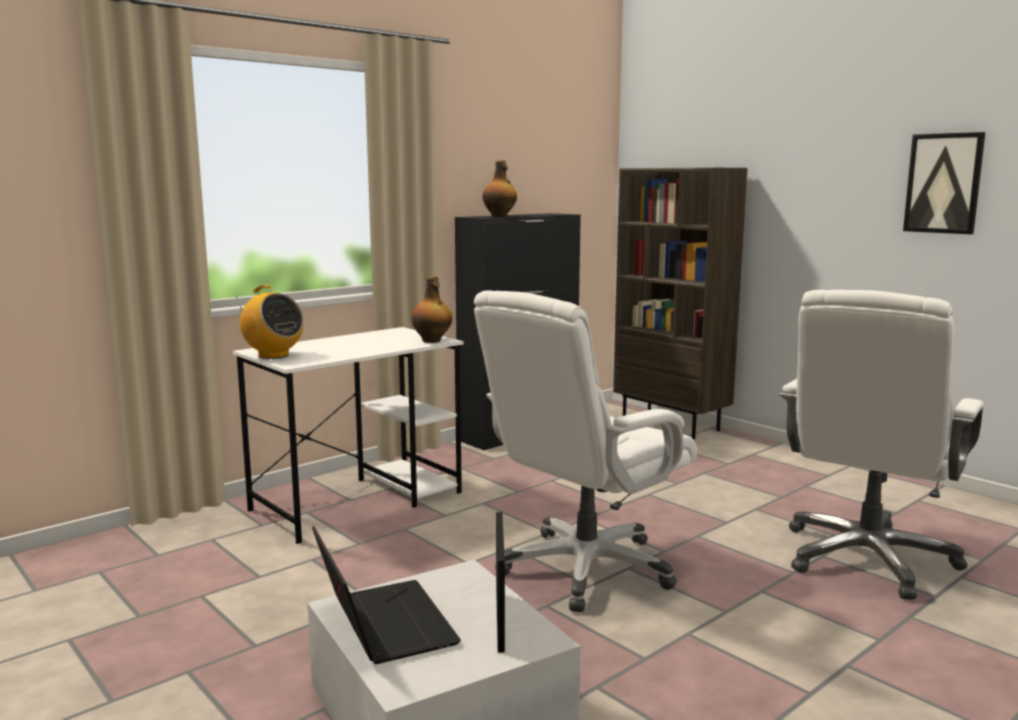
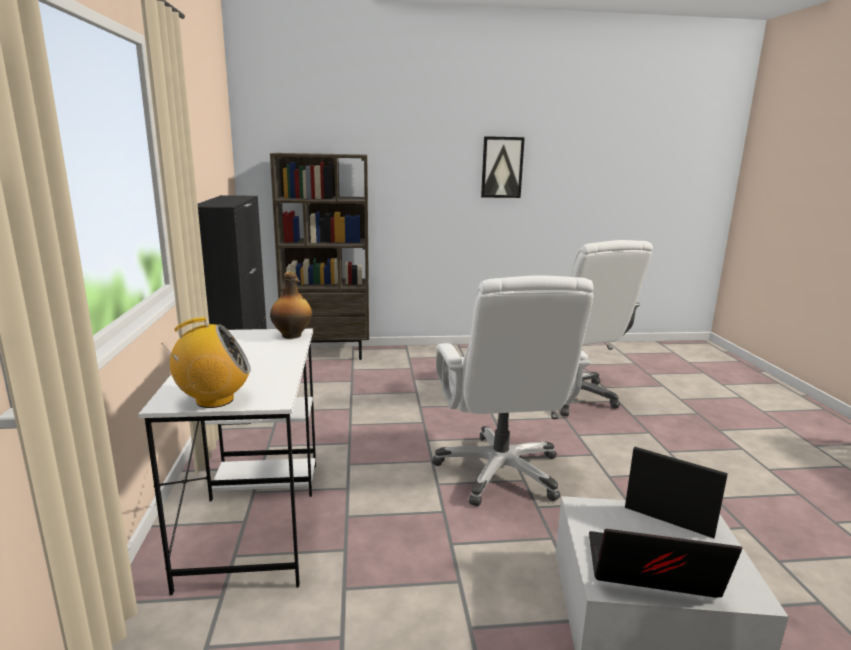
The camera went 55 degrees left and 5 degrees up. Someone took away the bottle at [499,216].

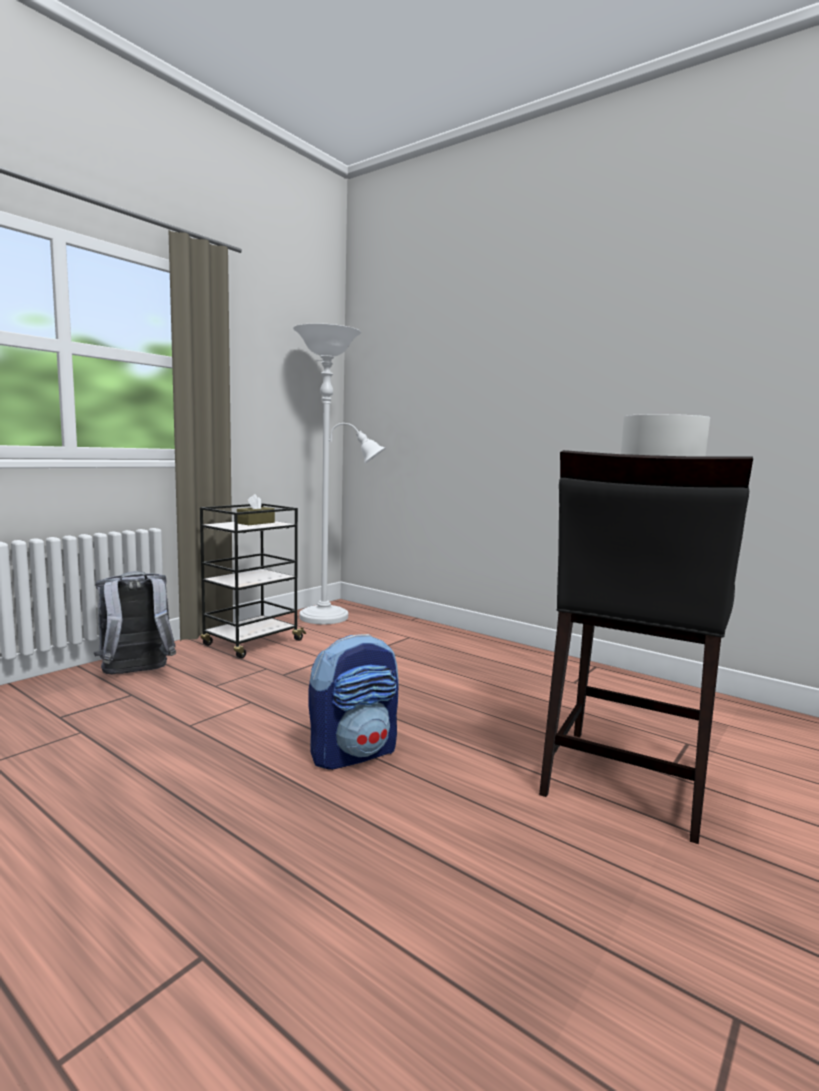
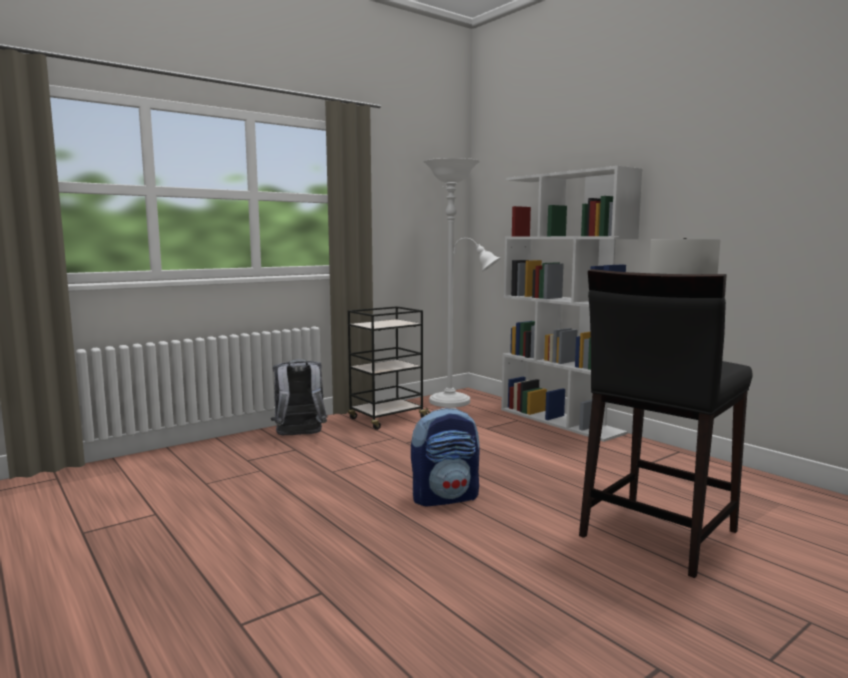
The camera went 15 degrees right and 0 degrees up. Someone took away the brown tissue box at [256,523]. Someone put down the white bookcase at [561,421].

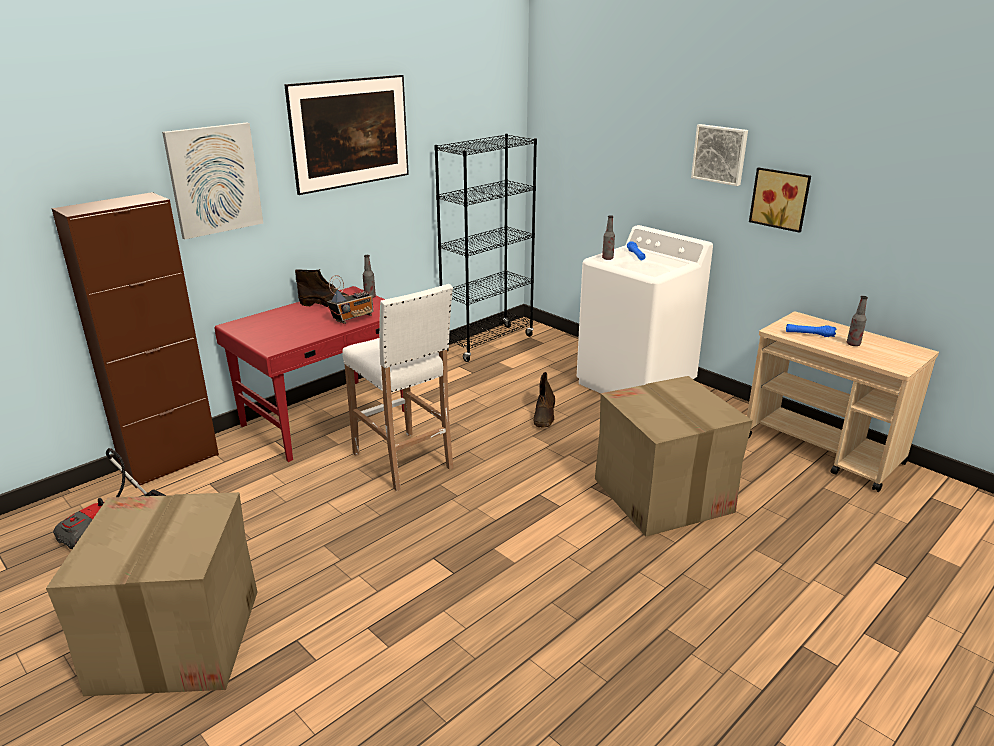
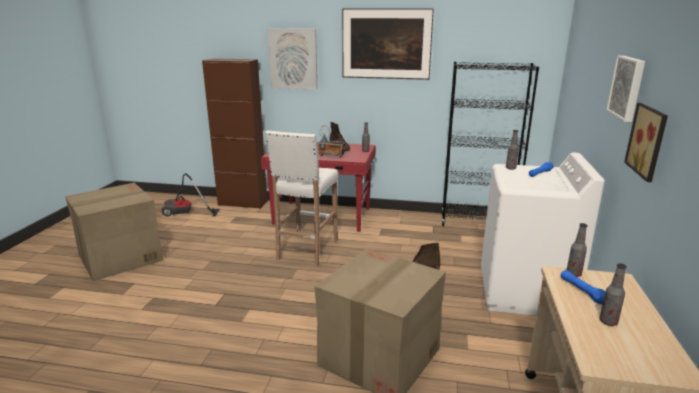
The camera went 55 degrees right and 5 degrees down. Someone put down the bottle at [573,274].

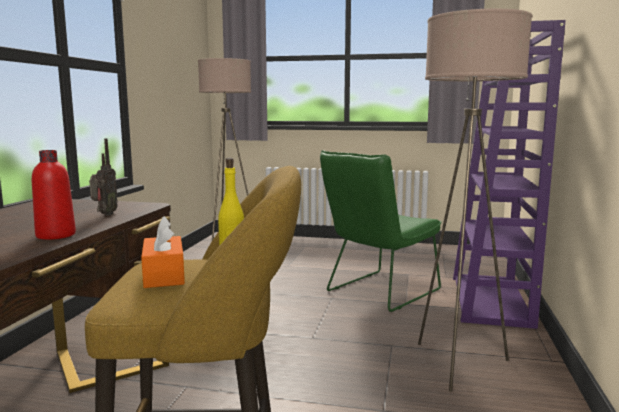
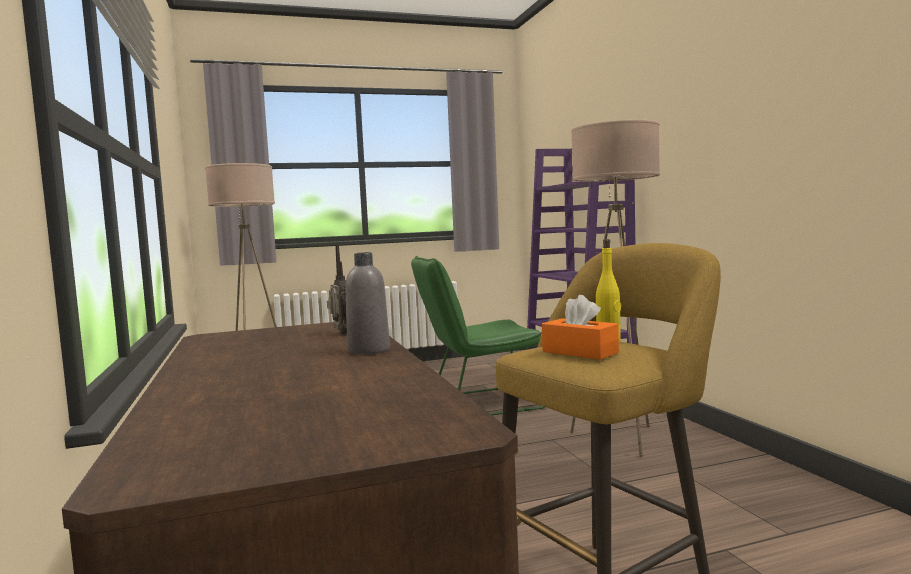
The camera went 30 degrees left and 5 degrees down. Someone repainted the red bottle at [56,235], which became the grey bottle at [369,350]. Someone rotated the green chair at [378,292] by 60 degrees clockwise.

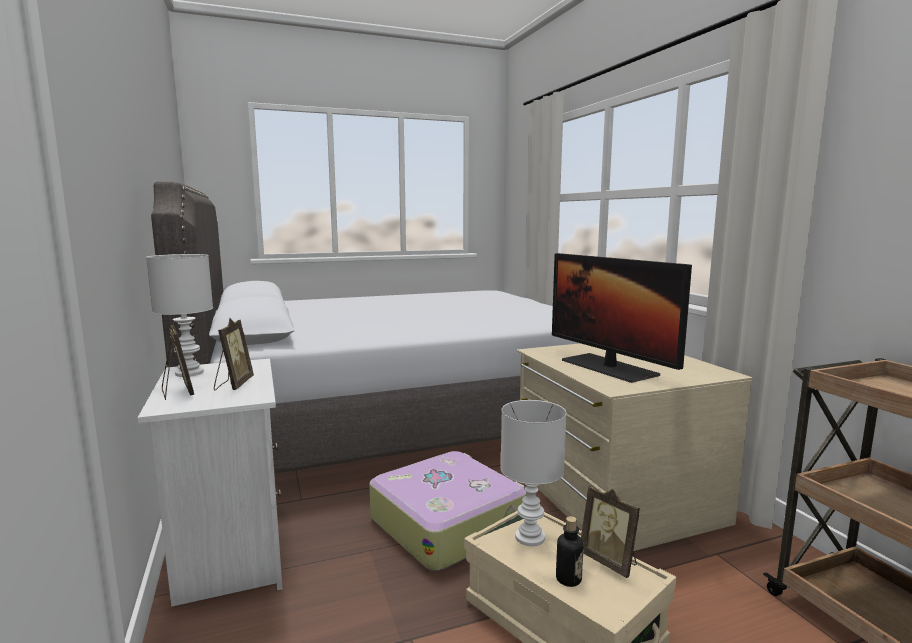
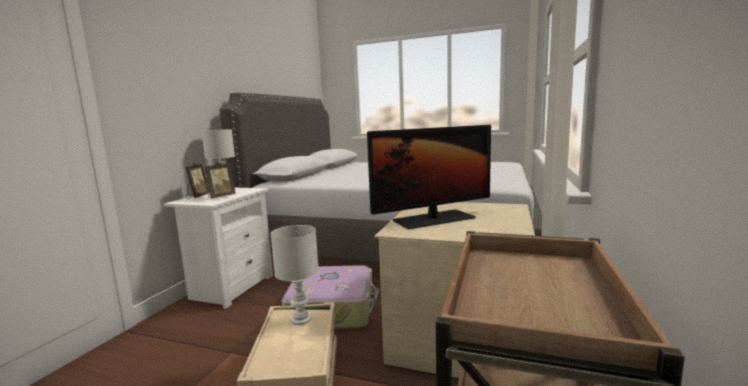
The camera went 40 degrees right and 0 degrees up. Someone rotated the monitor at [608,367] by 120 degrees counterclockwise. Someone took away the bottle at [568,579]. Someone took away the picture frame at [610,561].

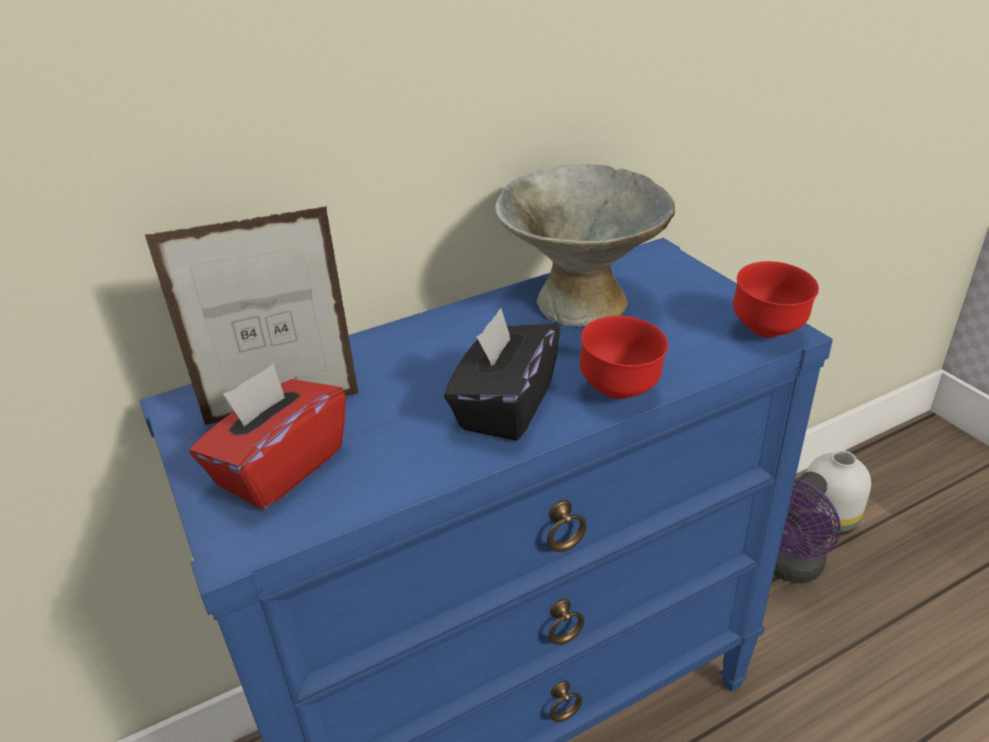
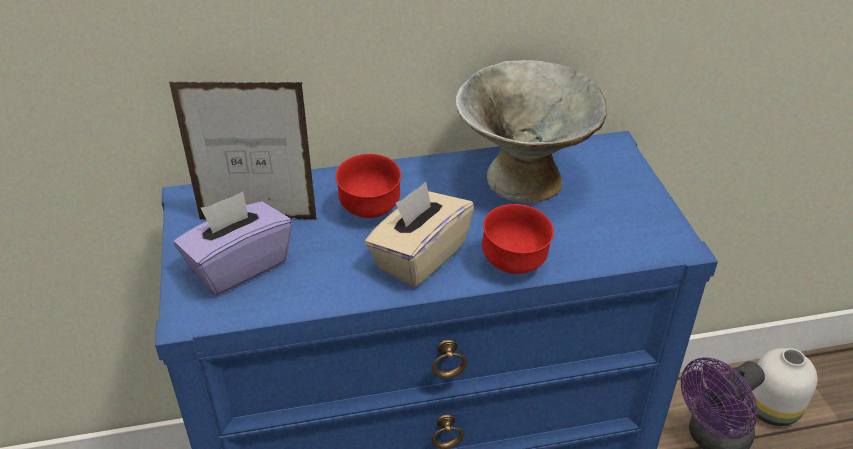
The camera went 15 degrees right and 5 degrees up. Someone repainted the red tissue box at [280,467], which became the purple tissue box at [238,266]. Someone repainted the black tissue box at [505,406], which became the beige tissue box at [419,257]. Someone carried the red bowl from [768,332] to [370,212].

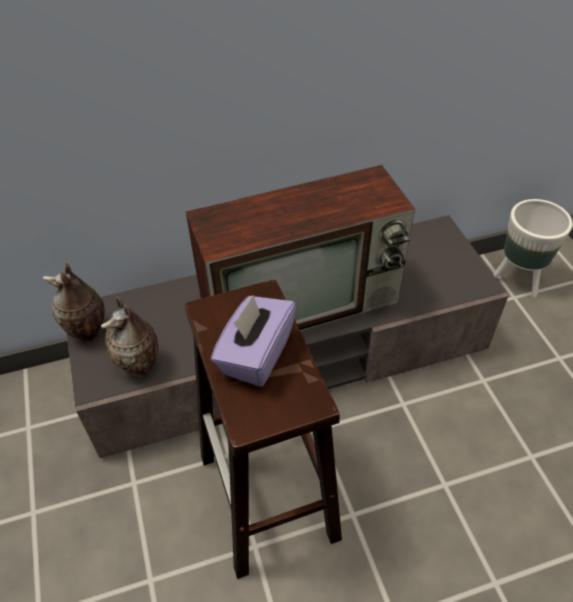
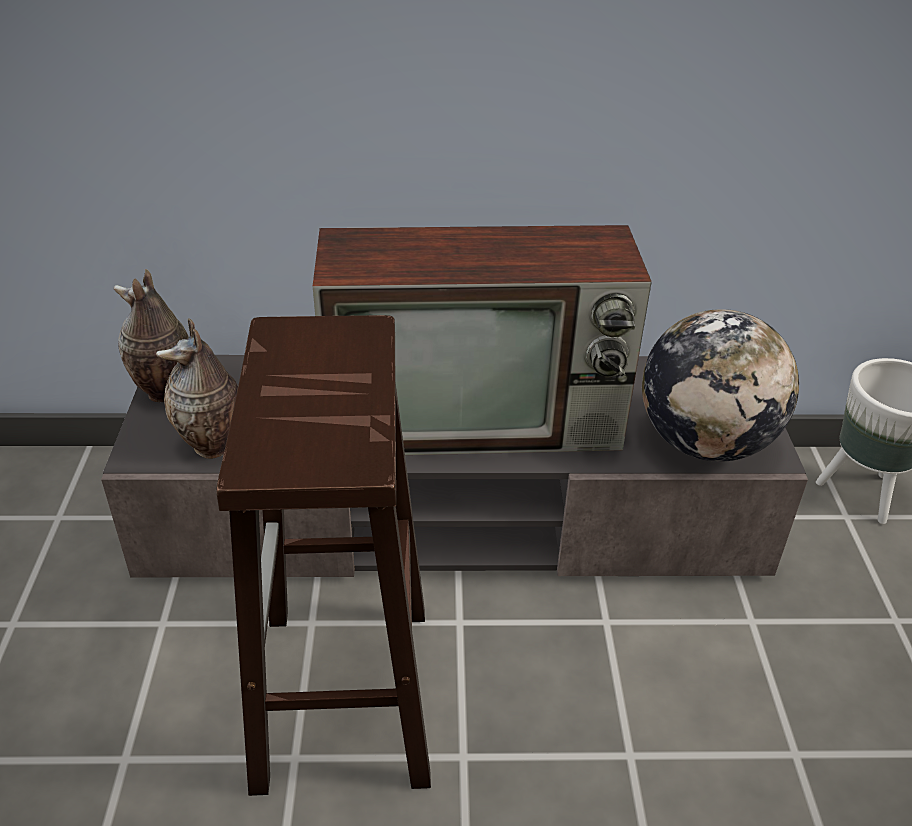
The camera went 15 degrees right and 10 degrees down. Someone took away the purple tissue box at [255,355]. Someone put down the globe at [705,443].

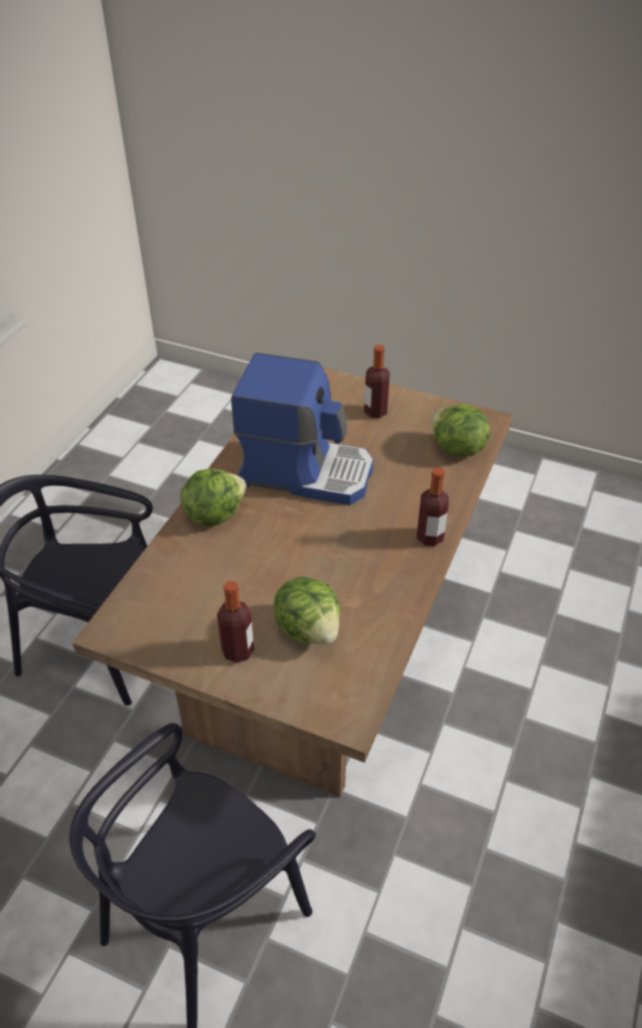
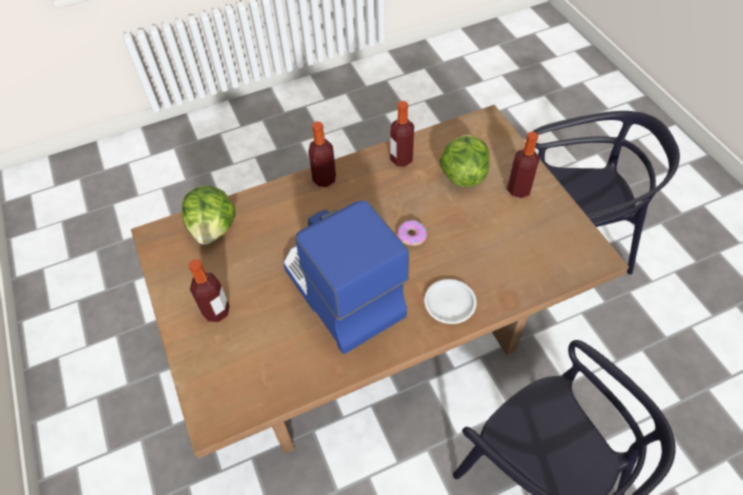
The camera went 135 degrees left and 10 degrees up. Someone swapped the lettuce at [213,514] for the white plate at [450,303]. Someone put down the bottle at [401,159]. Someone put down the donut at [411,236].

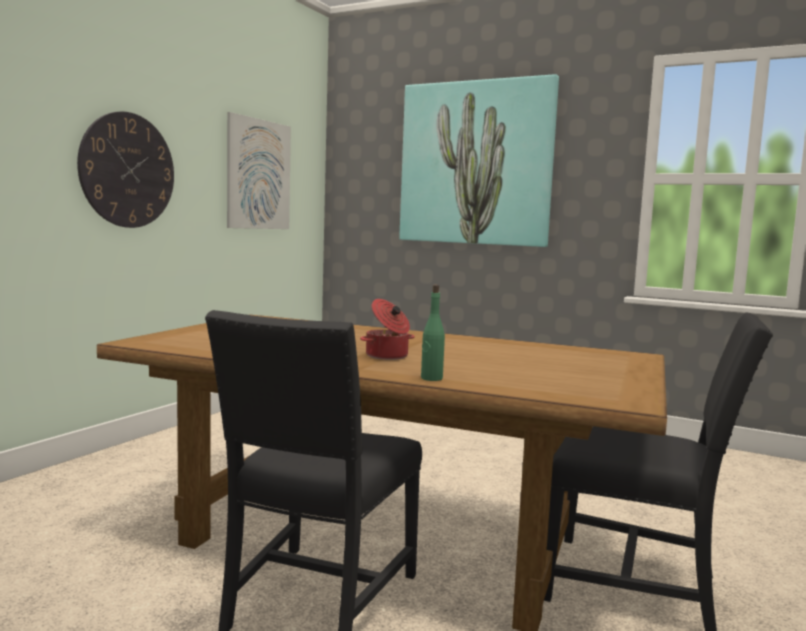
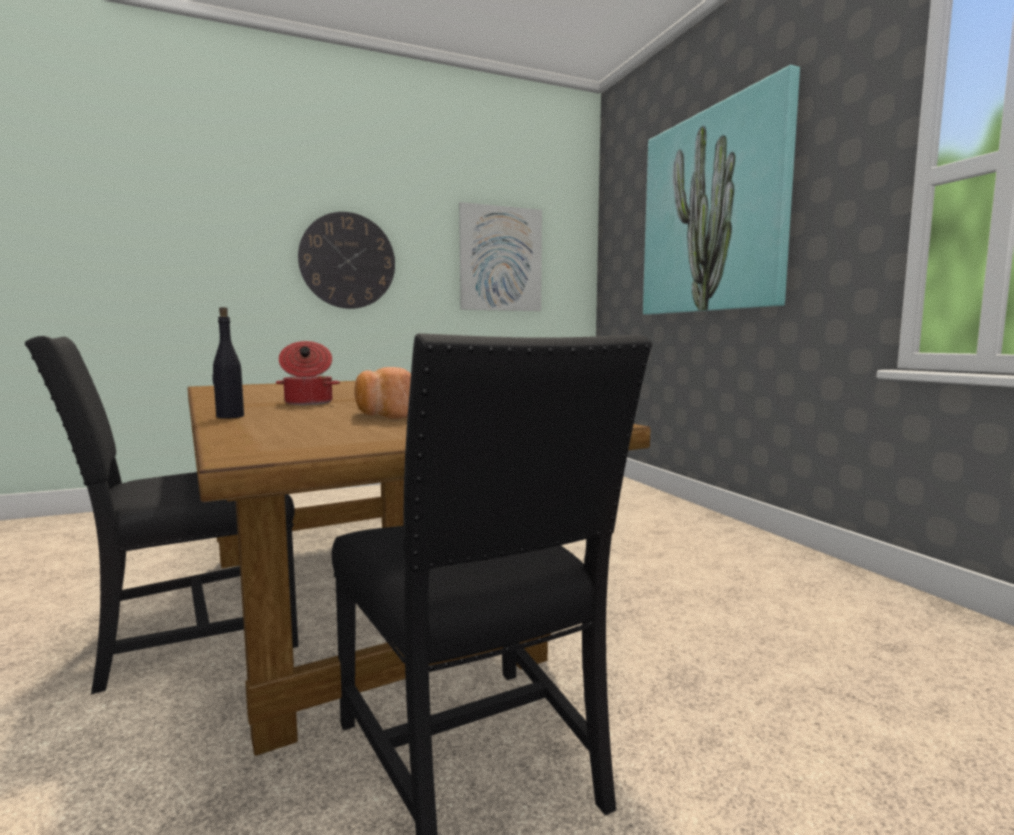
The camera went 40 degrees right and 0 degrees up. Someone repainted the green bottle at [431,378], which became the black bottle at [229,417]. Someone put down the bread at [382,415].

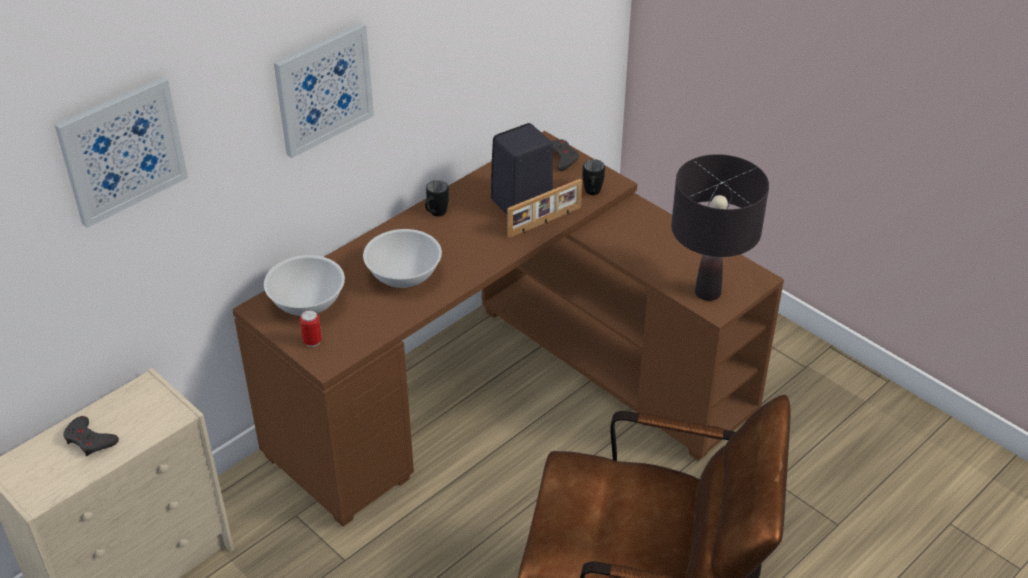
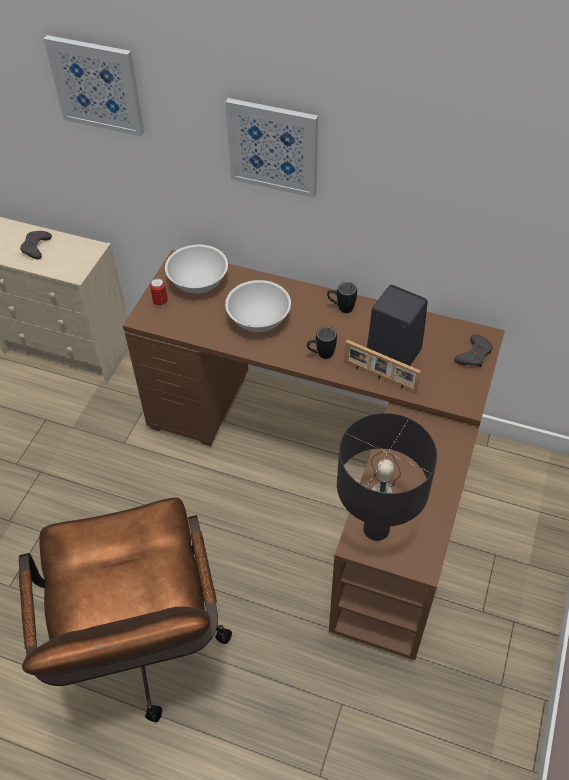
The camera went 65 degrees right and 10 degrees up. Someone carried the black mug from [592,194] to [321,355].

